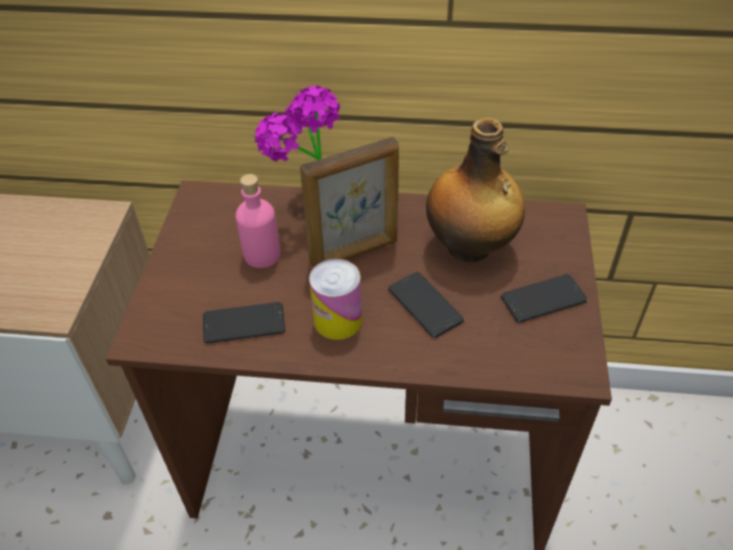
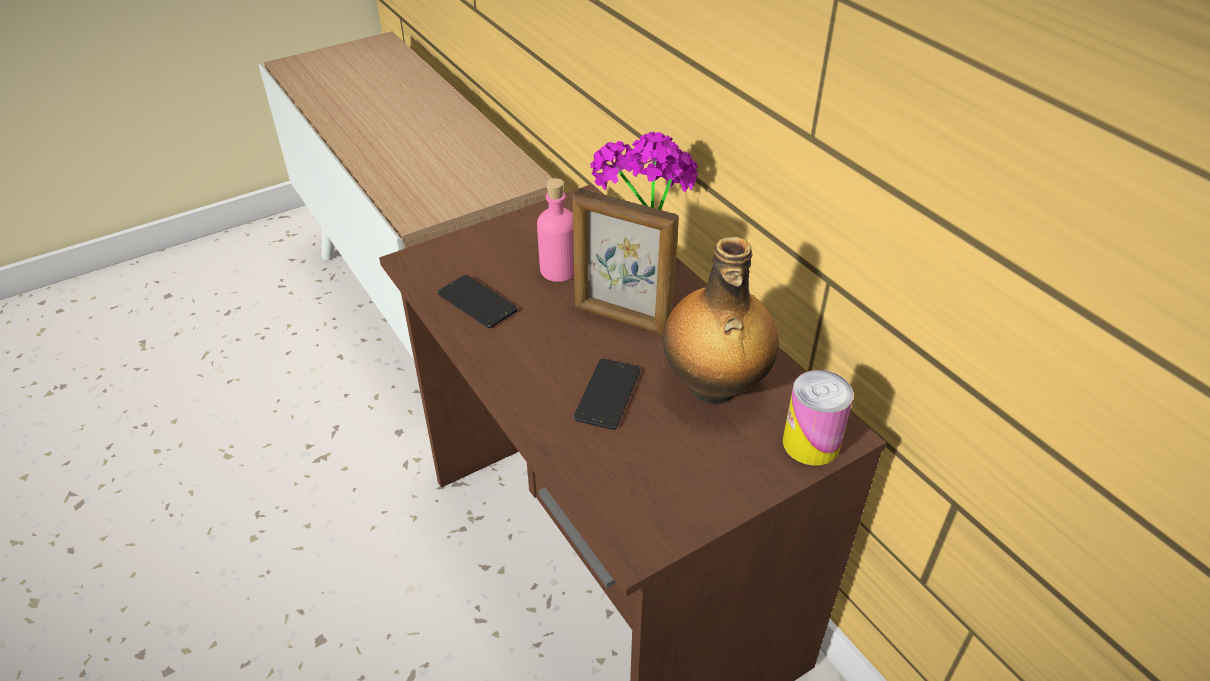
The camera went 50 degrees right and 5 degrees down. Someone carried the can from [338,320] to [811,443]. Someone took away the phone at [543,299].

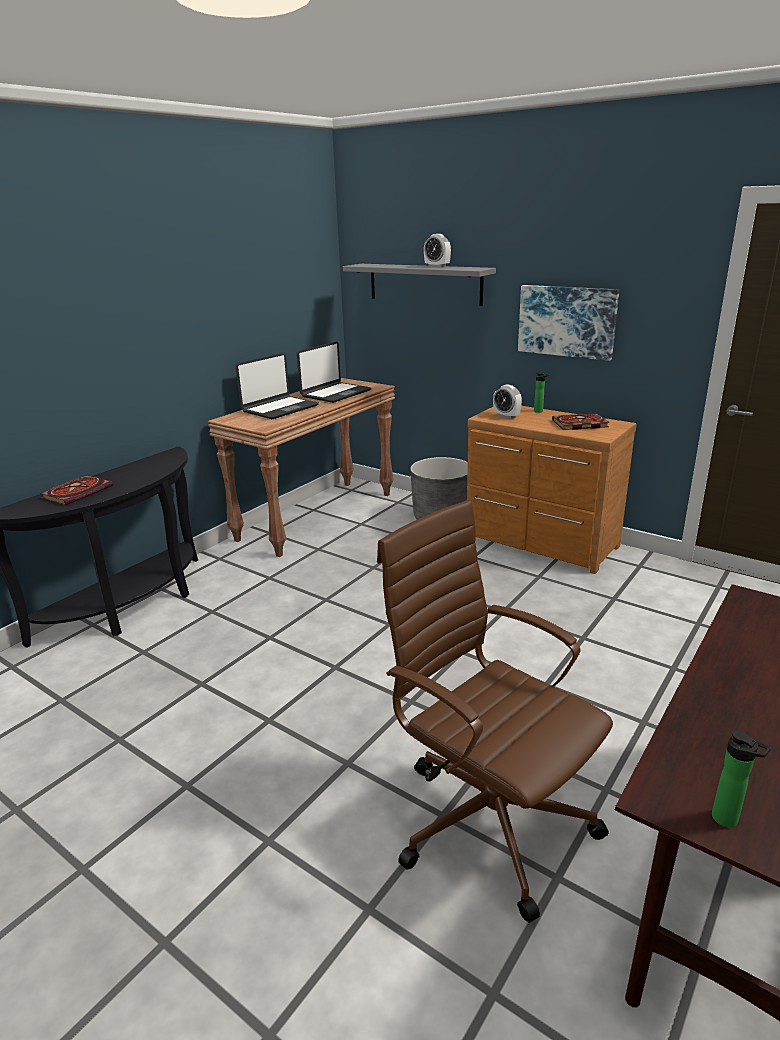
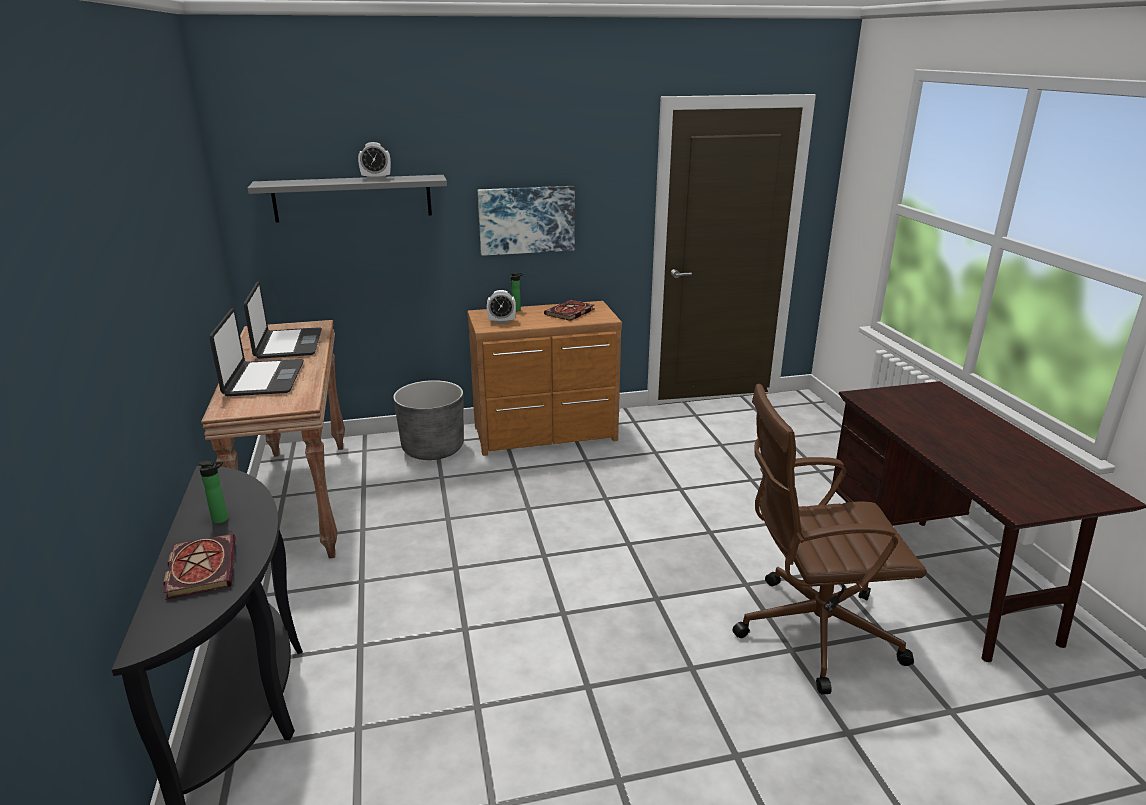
The camera went 50 degrees left and 0 degrees up. Someone carried the bottle from [728,820] to [222,519].

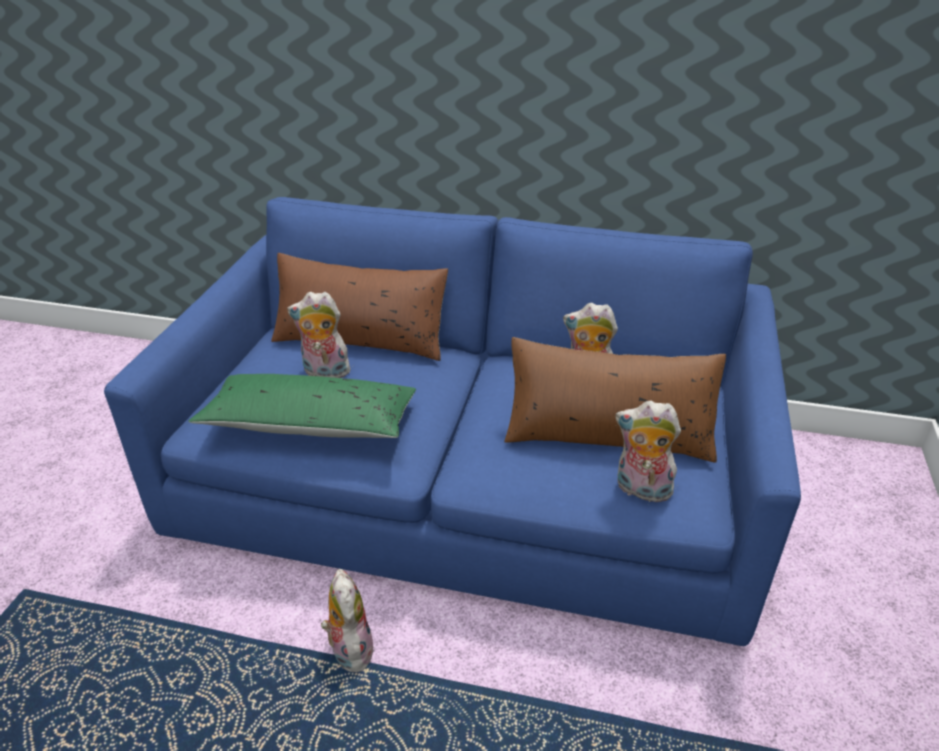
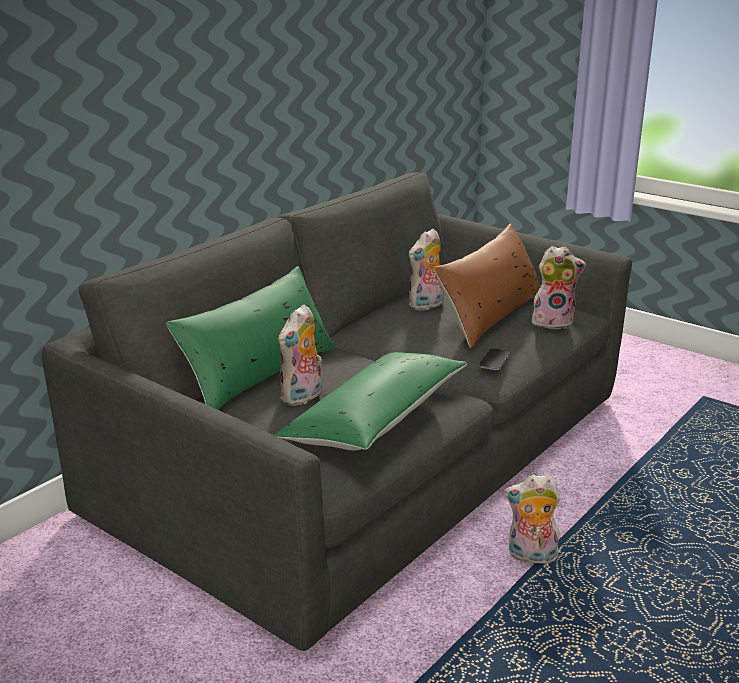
The camera went 65 degrees left and 10 degrees down. Someone repainted the blue sofa at [471,480], which became the grey sofa at [369,452]. Someone repainted the brown pillow at [360,339], which became the green pillow at [259,373]. Someone rotated the plush toy at [641,490] by 135 degrees counterclockwise. Someone put down the phone at [494,361].

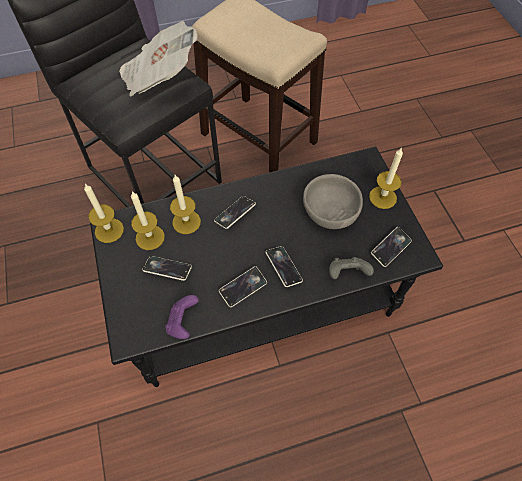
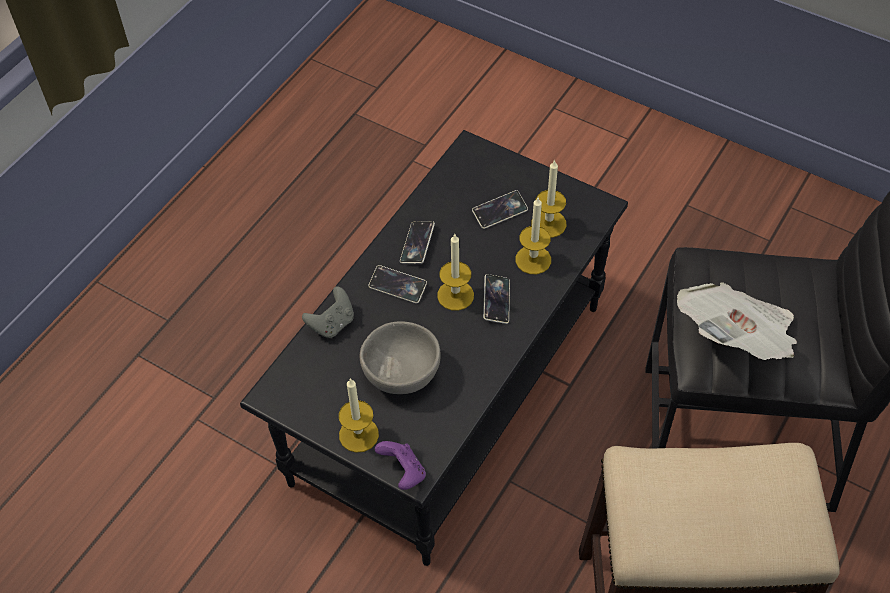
The camera went 140 degrees right and 5 degrees down. Someone carried the candle from [109,230] to [455,295]. Someone carried the purple game controller from [183,322] to [403,472]. Someone took away the phone at [390,248].

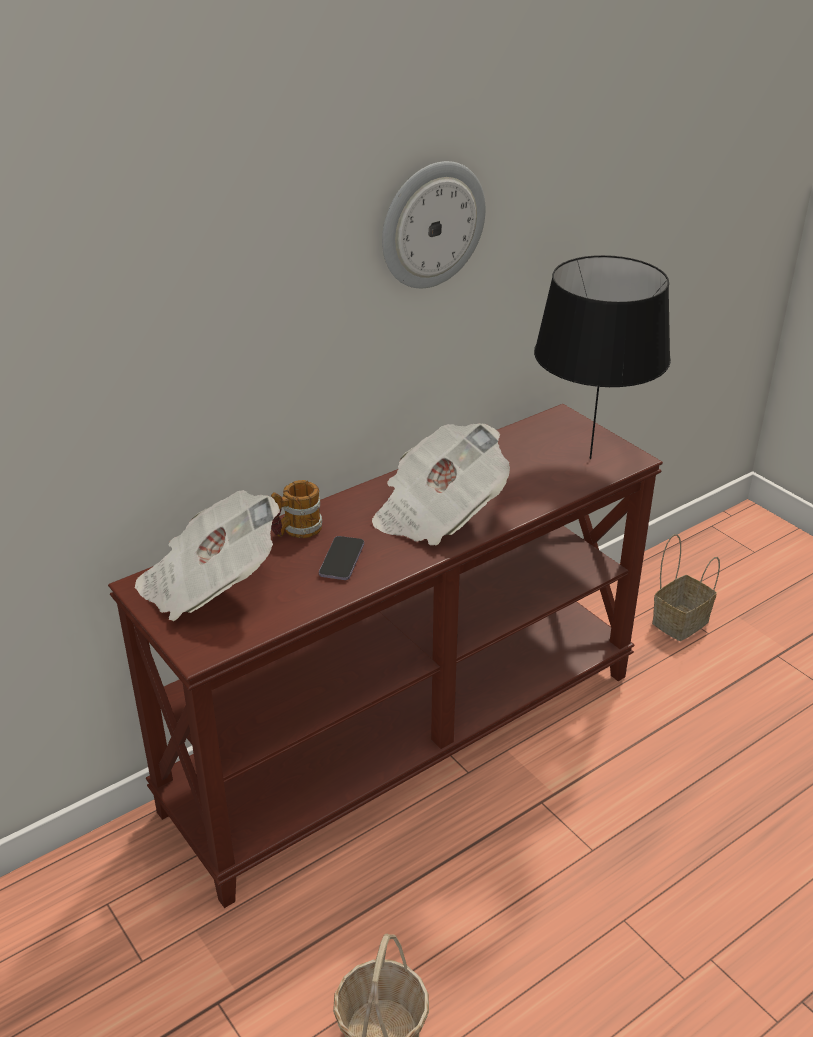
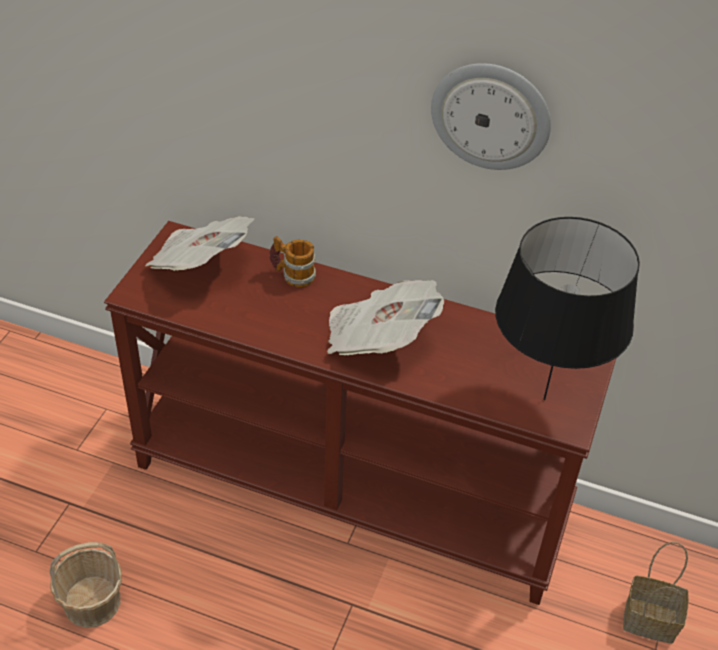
The camera went 55 degrees right and 10 degrees up. Someone took away the phone at [342,560].

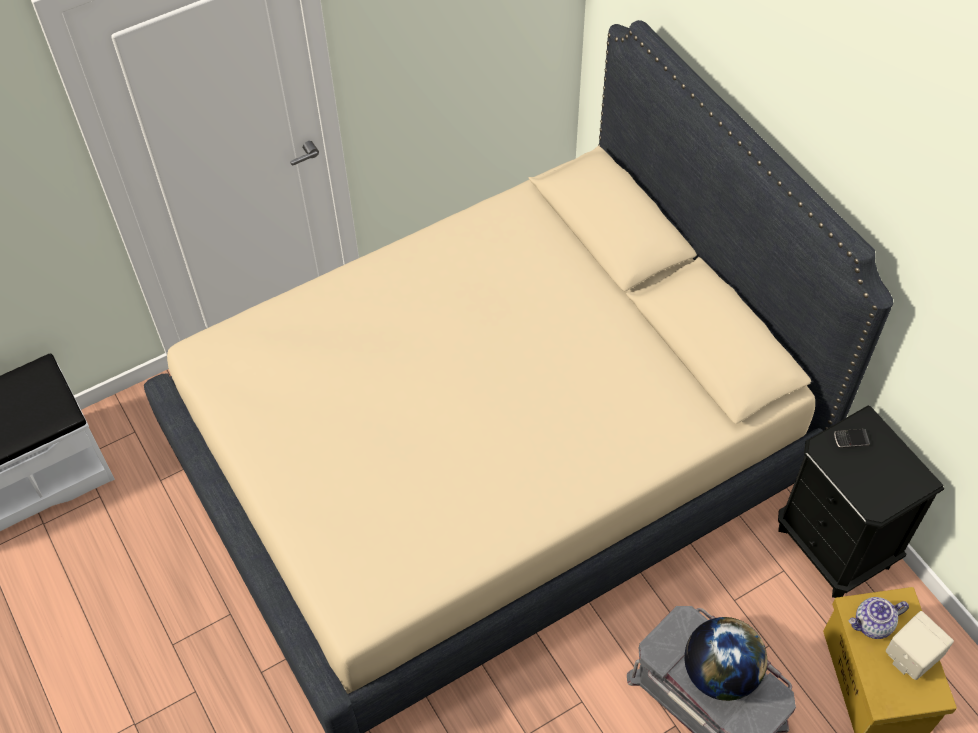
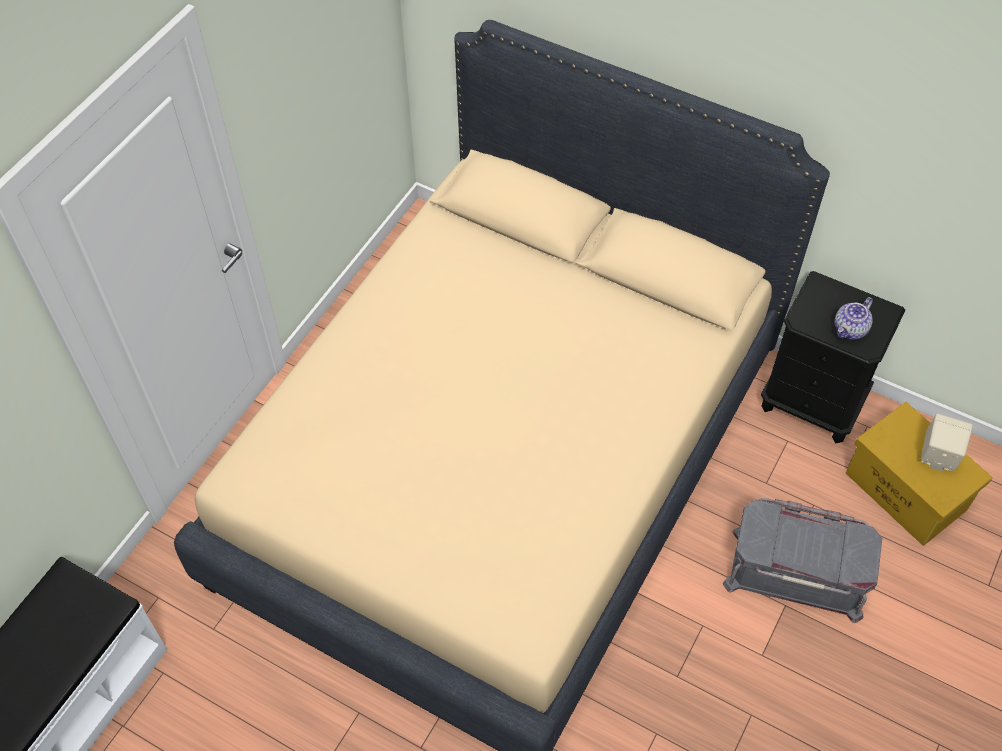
The camera went 30 degrees left and 0 degrees up. Someone took away the globe at [720,673]. Someone took away the phone at [851,439]. Someone carried the teapot from [872,624] to [850,330].

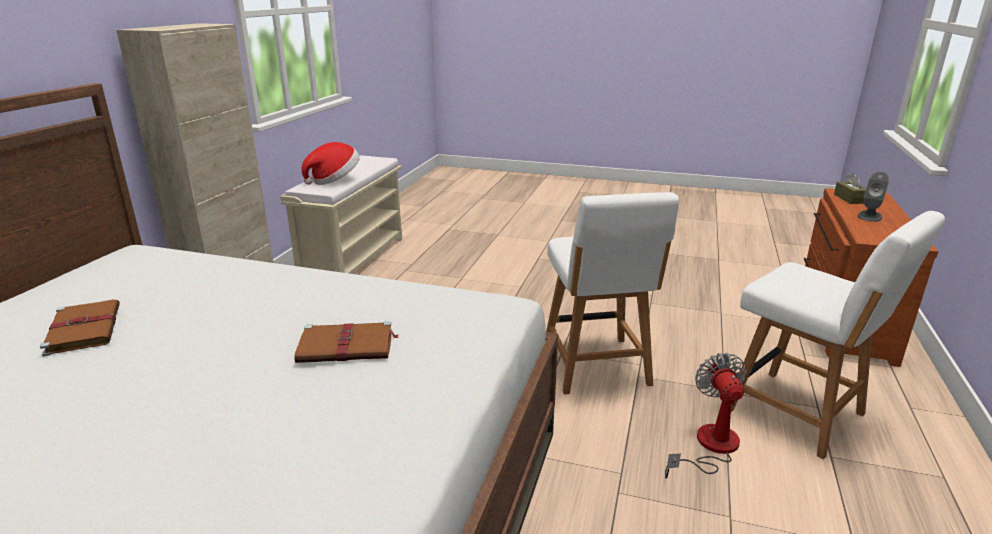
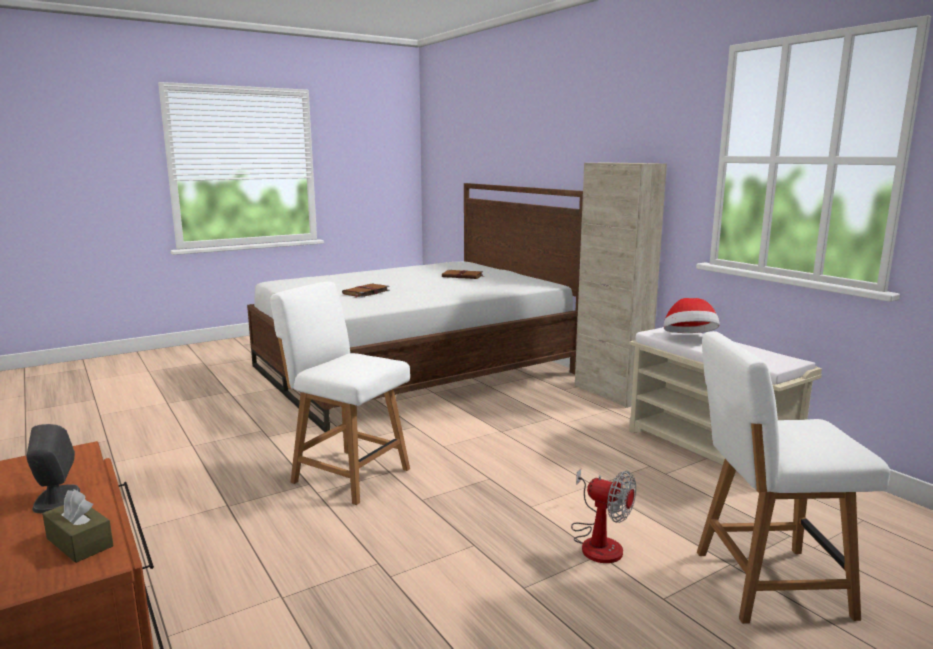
The camera went 130 degrees right and 10 degrees down. Someone carried the fan from [709,447] to [598,542]. Someone carried the white chair from [800,414] to [766,584].

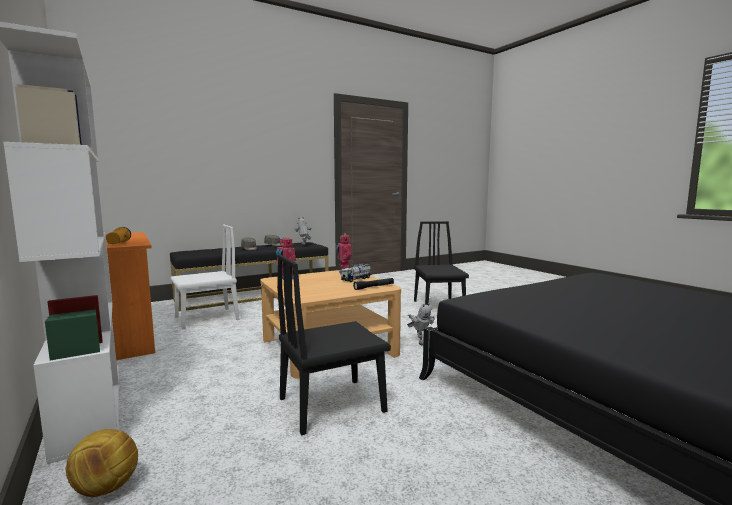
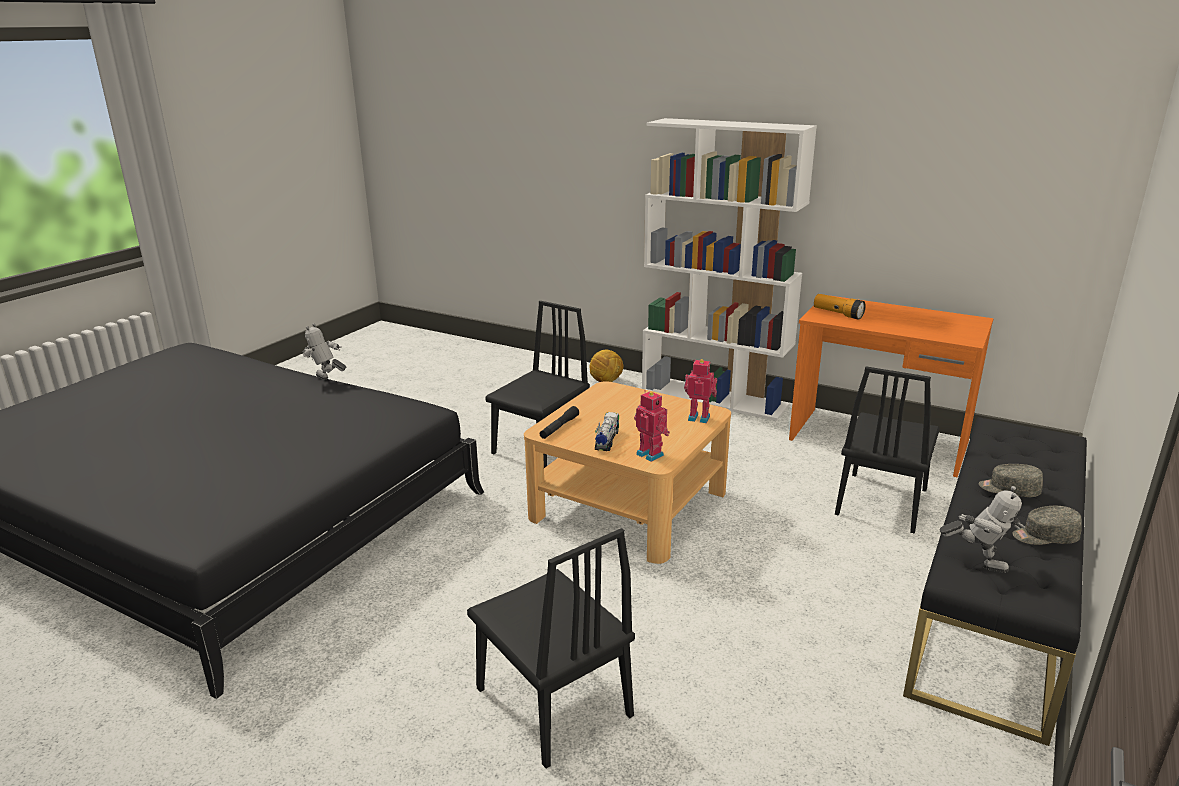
The camera went 150 degrees right and 15 degrees up. Someone repainted the white chair at [206,318], which became the black chair at [881,501]. Someone carried the toy robot from [419,342] to [327,381].

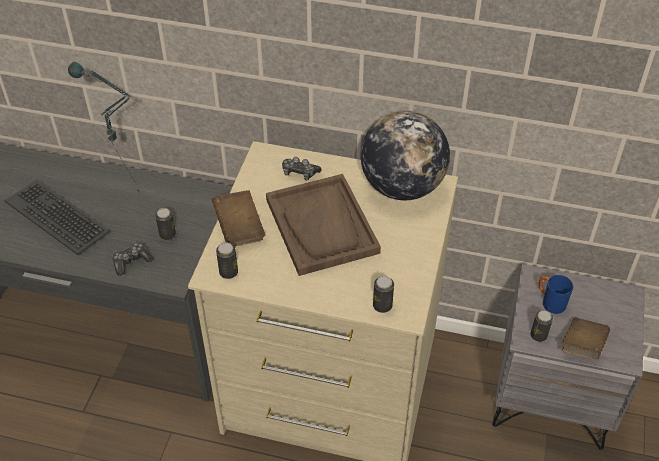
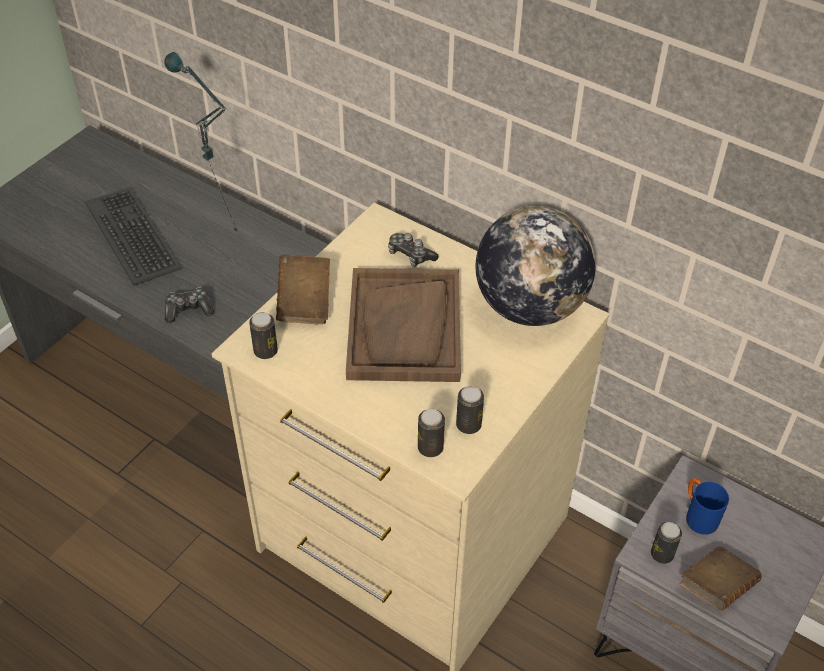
The camera went 20 degrees right and 0 degrees up. Someone carried the can from [167,234] to [468,425].

